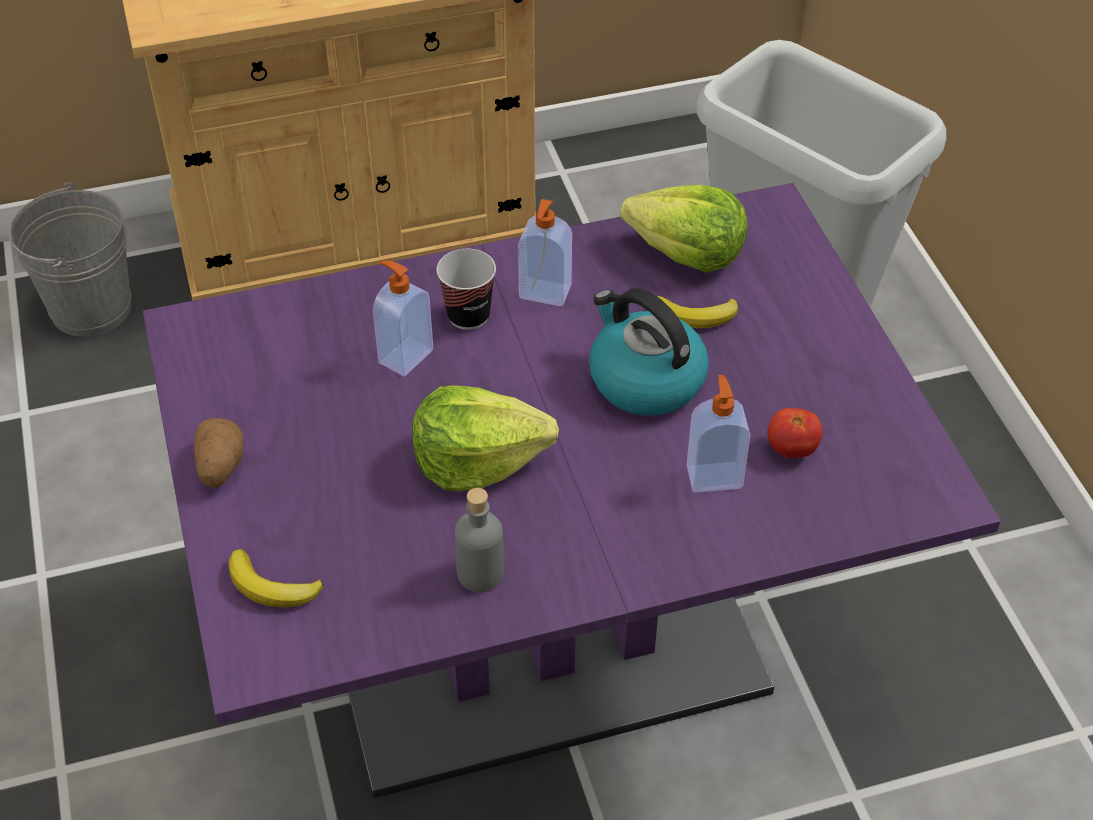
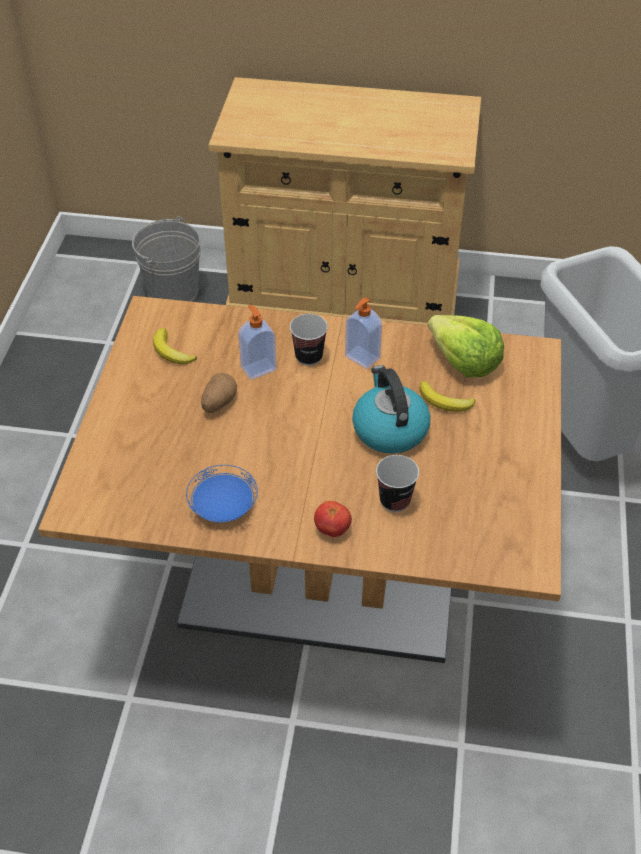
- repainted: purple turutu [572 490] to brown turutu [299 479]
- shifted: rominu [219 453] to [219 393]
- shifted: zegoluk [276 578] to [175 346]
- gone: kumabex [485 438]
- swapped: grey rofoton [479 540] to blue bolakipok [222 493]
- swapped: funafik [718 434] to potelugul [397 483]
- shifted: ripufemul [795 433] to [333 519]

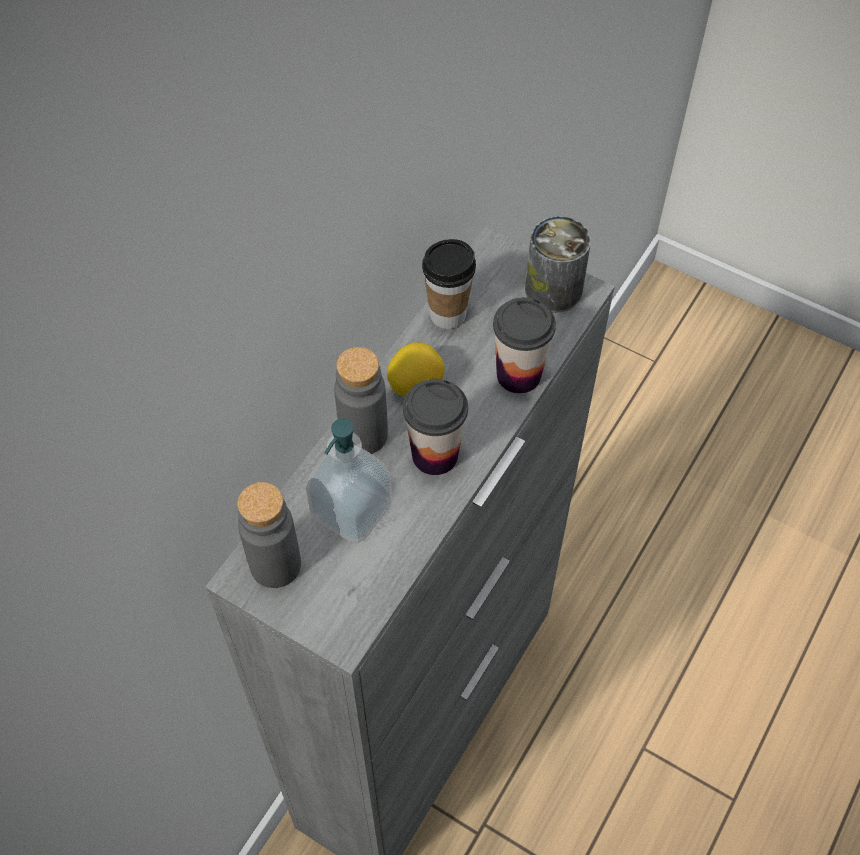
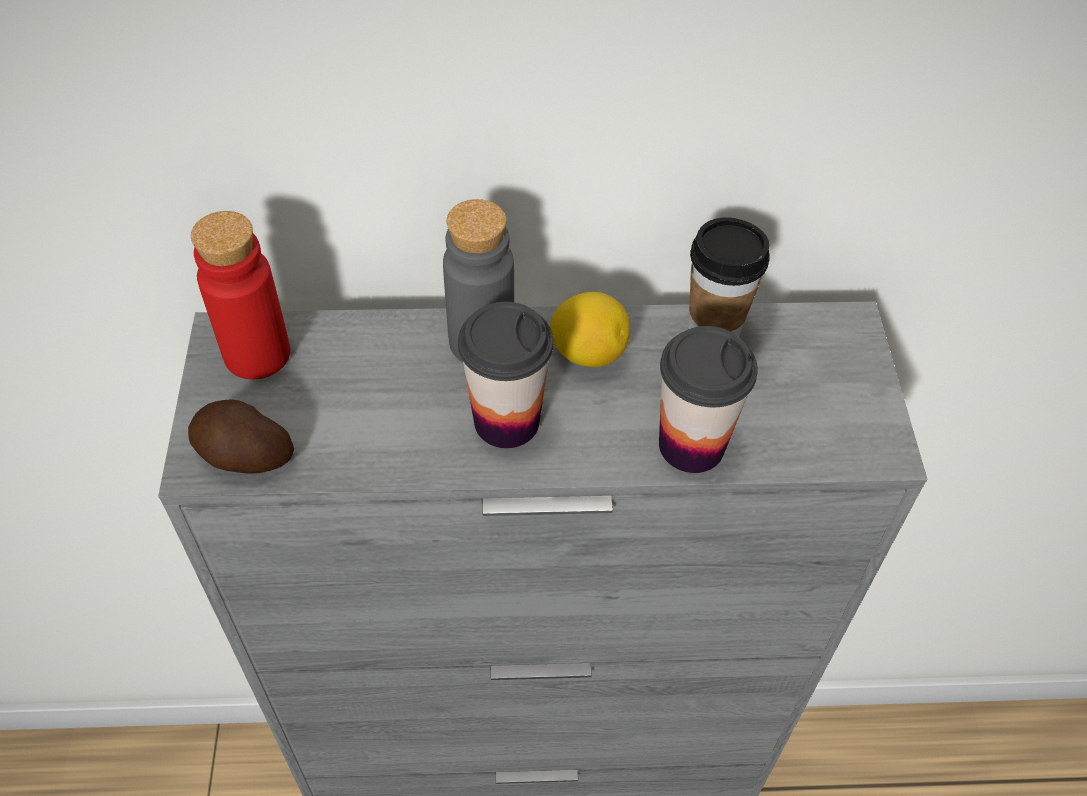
- repainted: grey rofoton [269 535] to red rofoton [240 295]
- gone: funafik [349 481]
- gone: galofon [558 264]
- new: rominu [241 436]

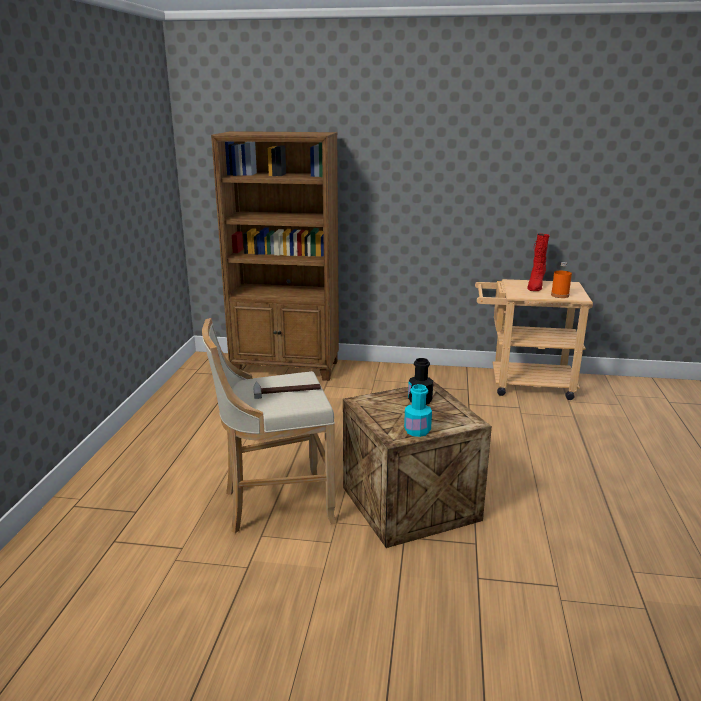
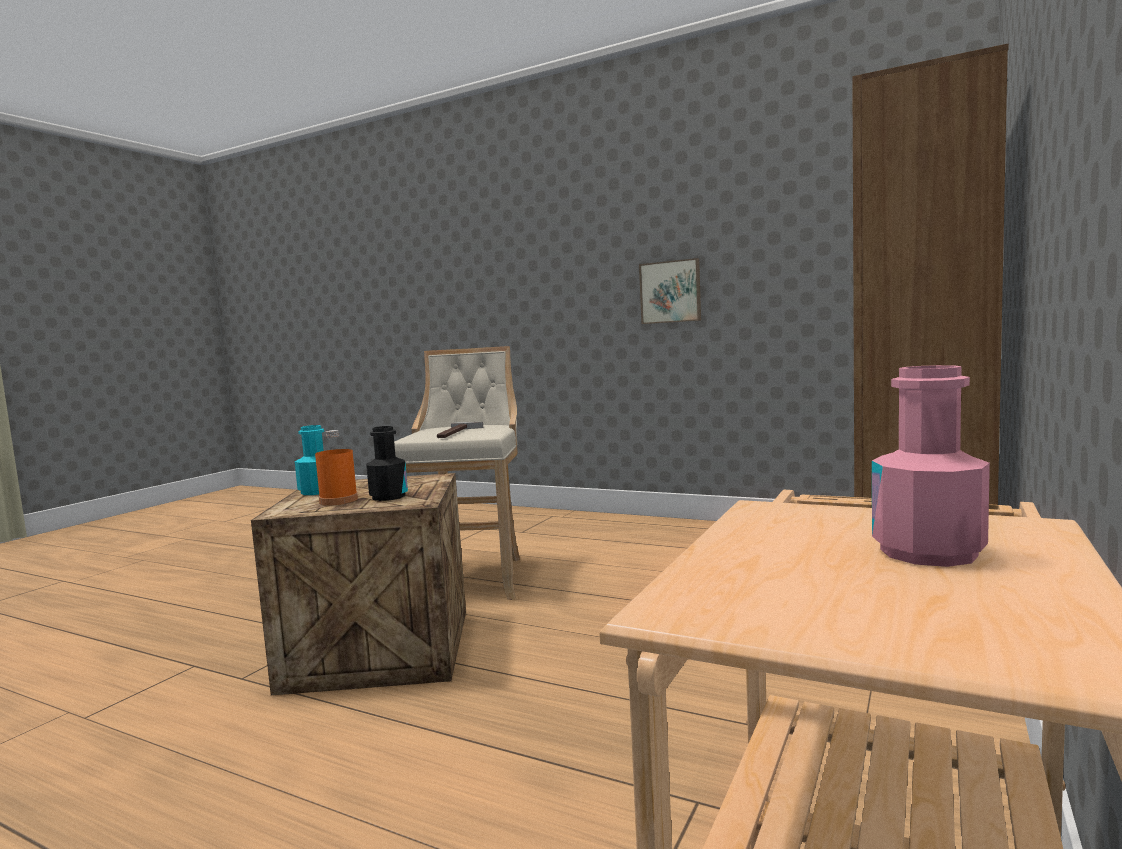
- swapped: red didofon [538 262] to pink rofoton [931 466]
- shifted: orange rofoton [561 280] to [336 468]
- new: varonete [670 291]

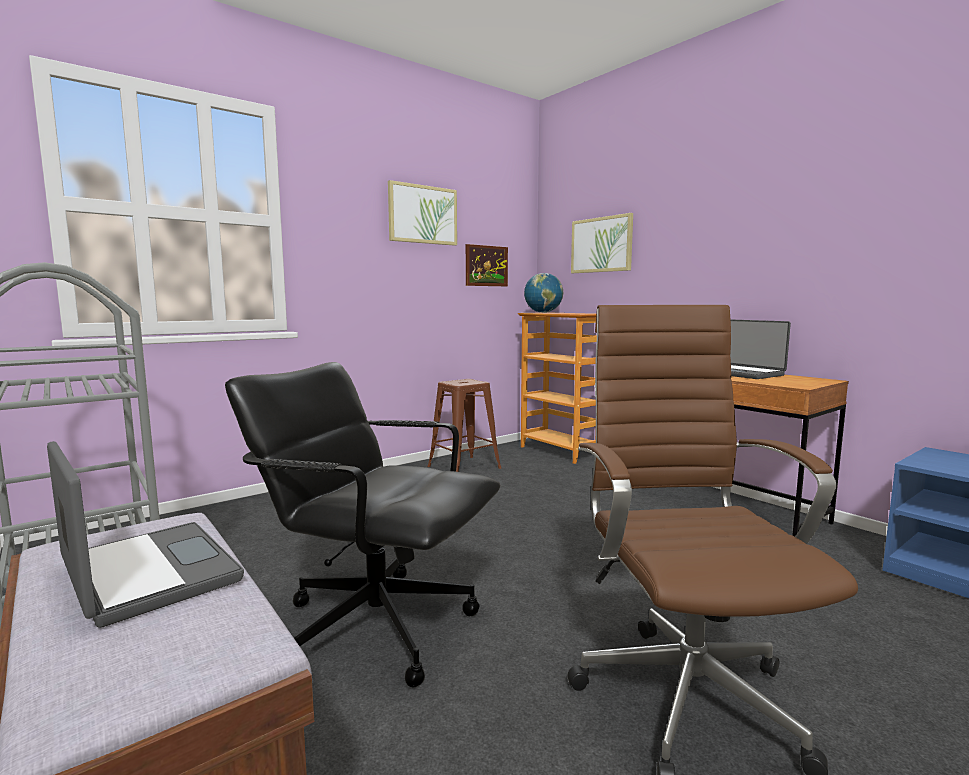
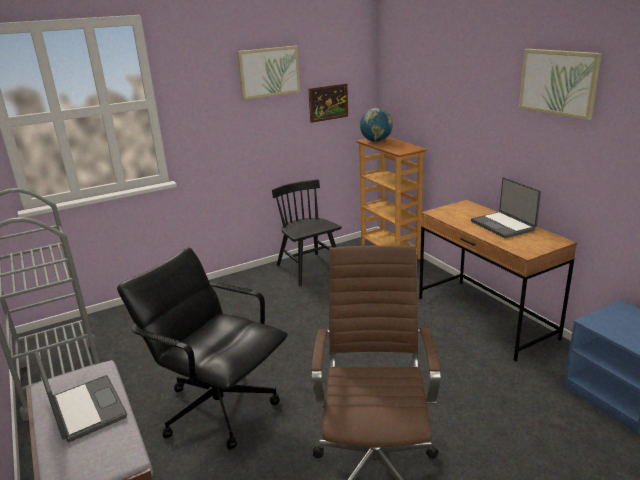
- swapped: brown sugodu [464 425] to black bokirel [307 232]
- shifted: varonete [602 243] to [560 84]

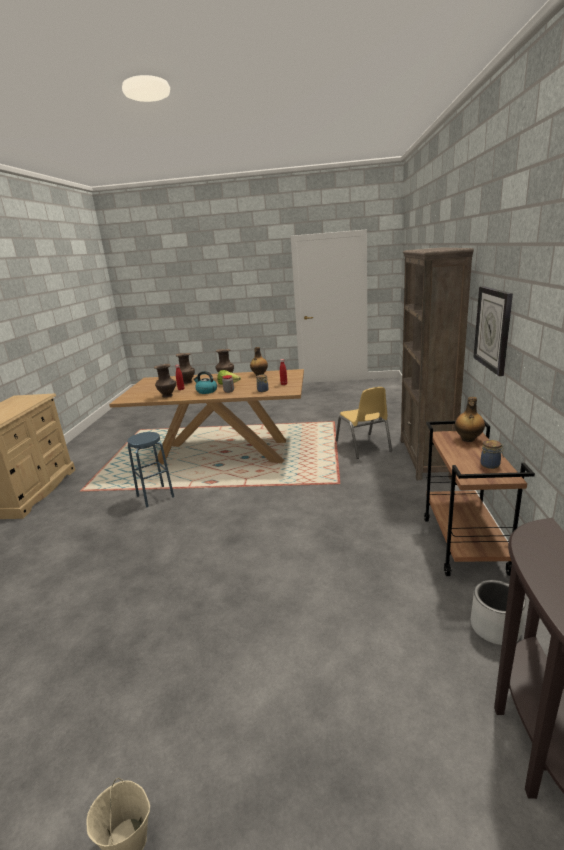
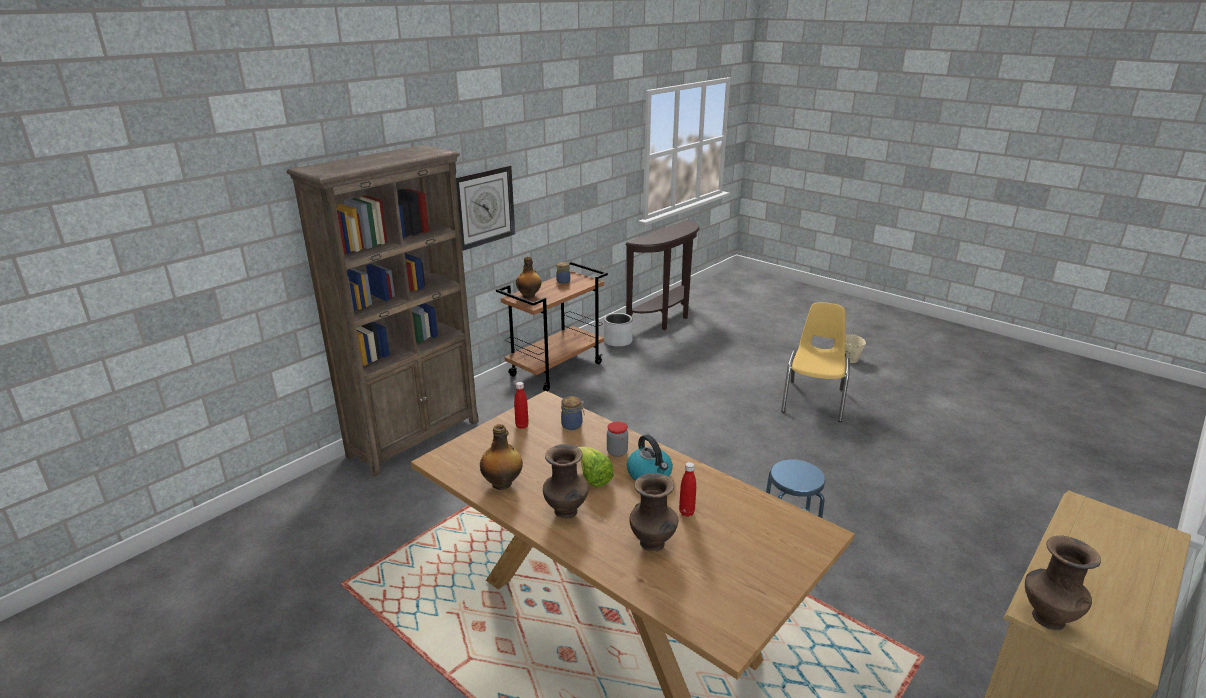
- shifted: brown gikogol [165 381] to [1063 583]
- shifted: yellow bokirel [363 423] to [815 362]

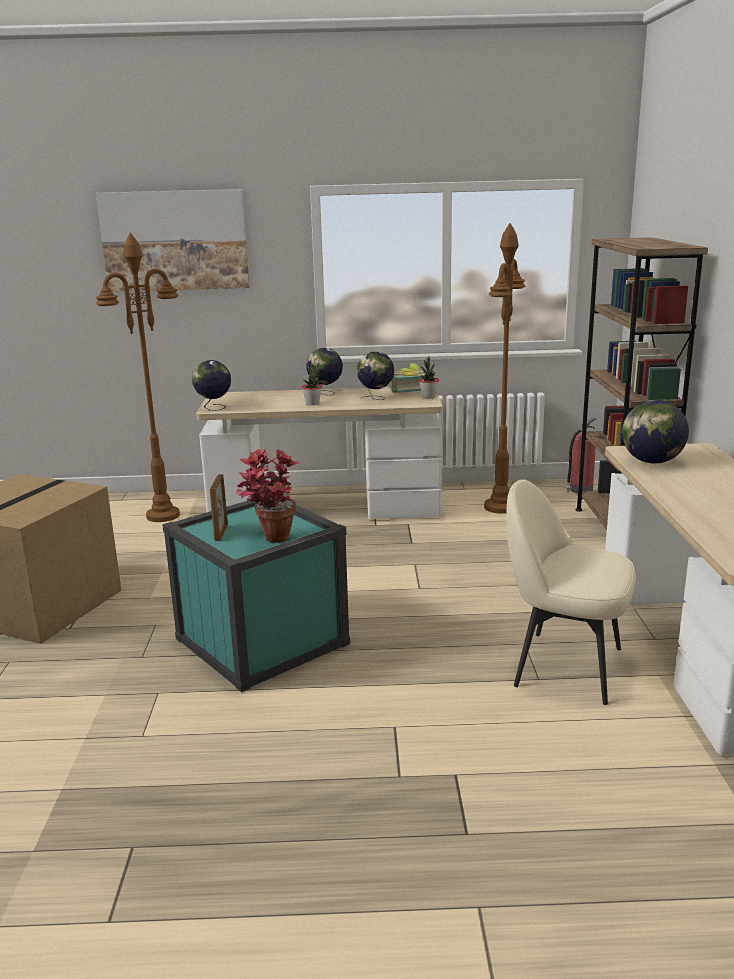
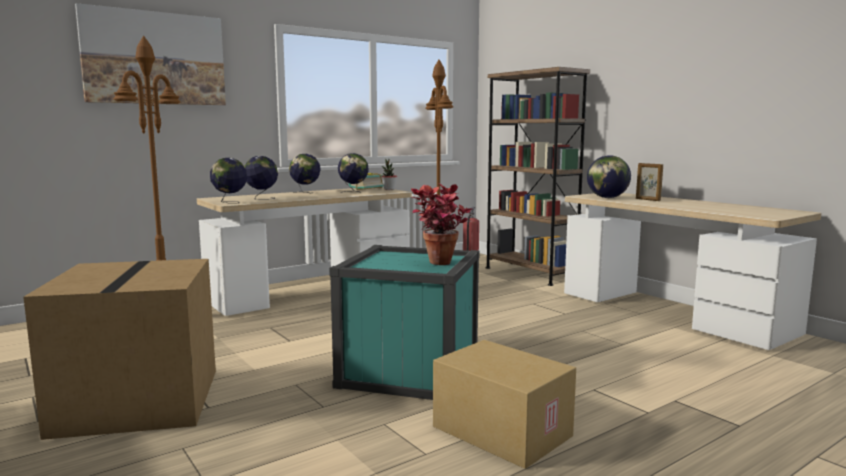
- shifted: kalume [219 507] to [649 182]
- gone: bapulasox [311 384]
- gone: beige bokirel [571 592]
- new: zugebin [261 178]
- new: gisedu [504 404]

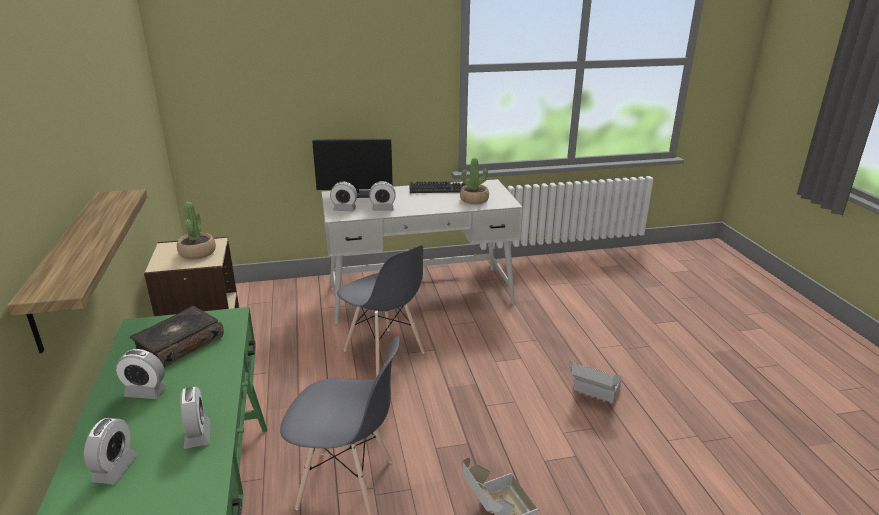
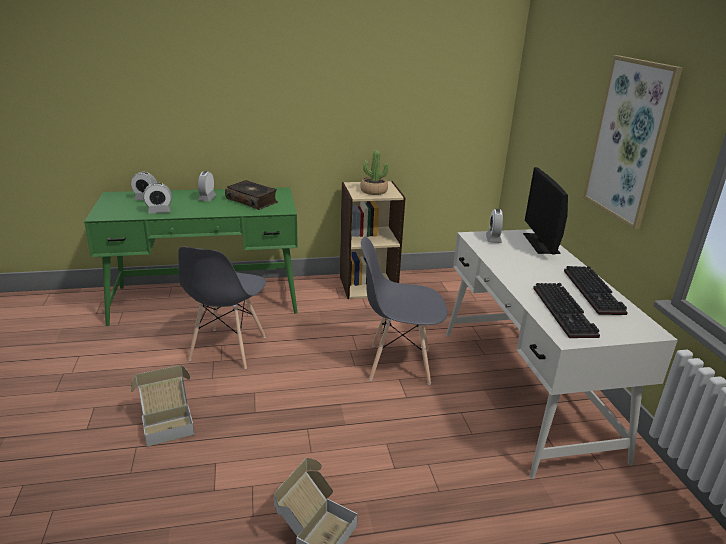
- gone: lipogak [77 271]
- rotated: grey bokirel [381 311] = [404 310] 45 degrees clockwise
- gone: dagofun [382 196]
- swapped: bapulasox [474 181] to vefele [566 310]
- new: varonete [633 142]

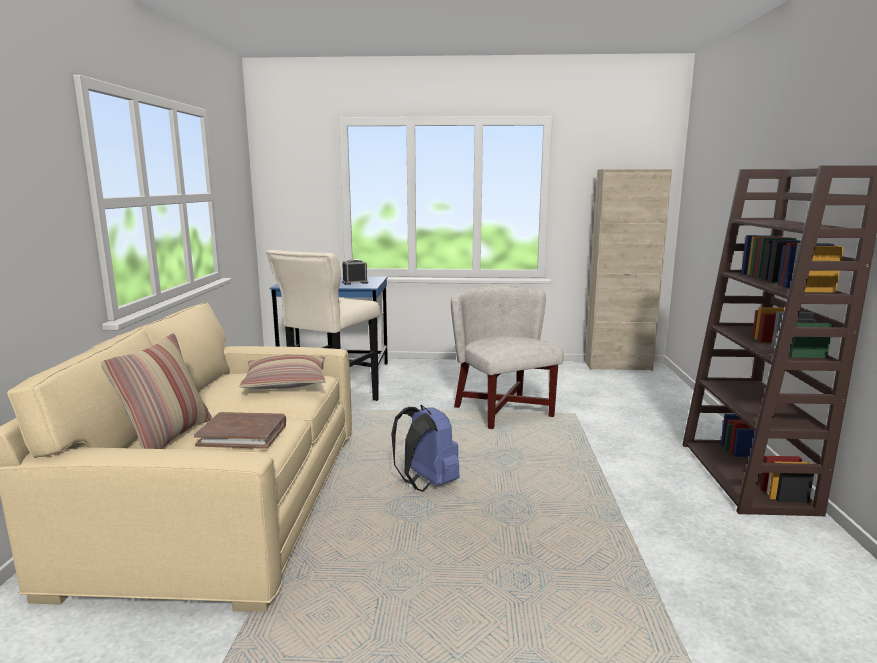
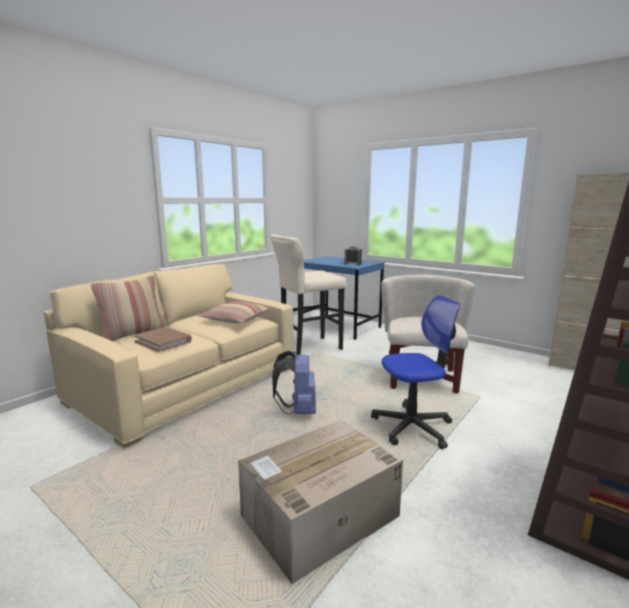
- new: gisedu [320 501]
- new: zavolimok [415 372]

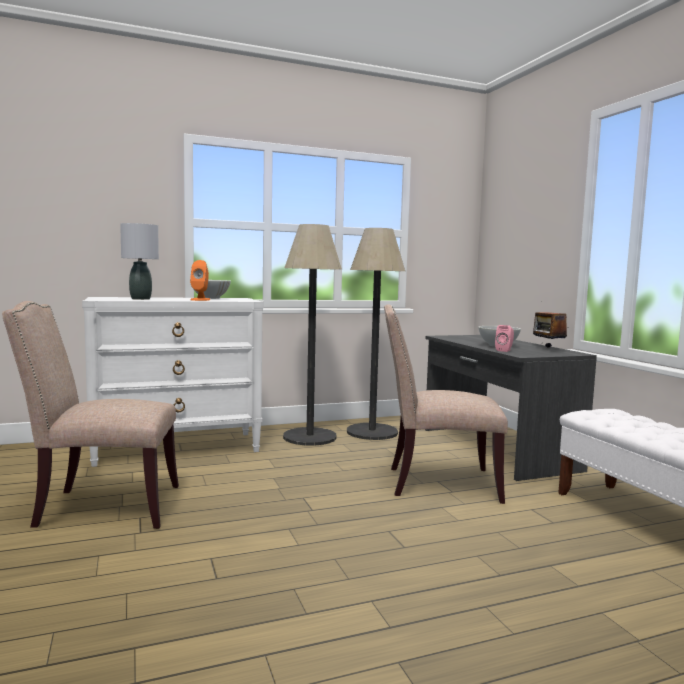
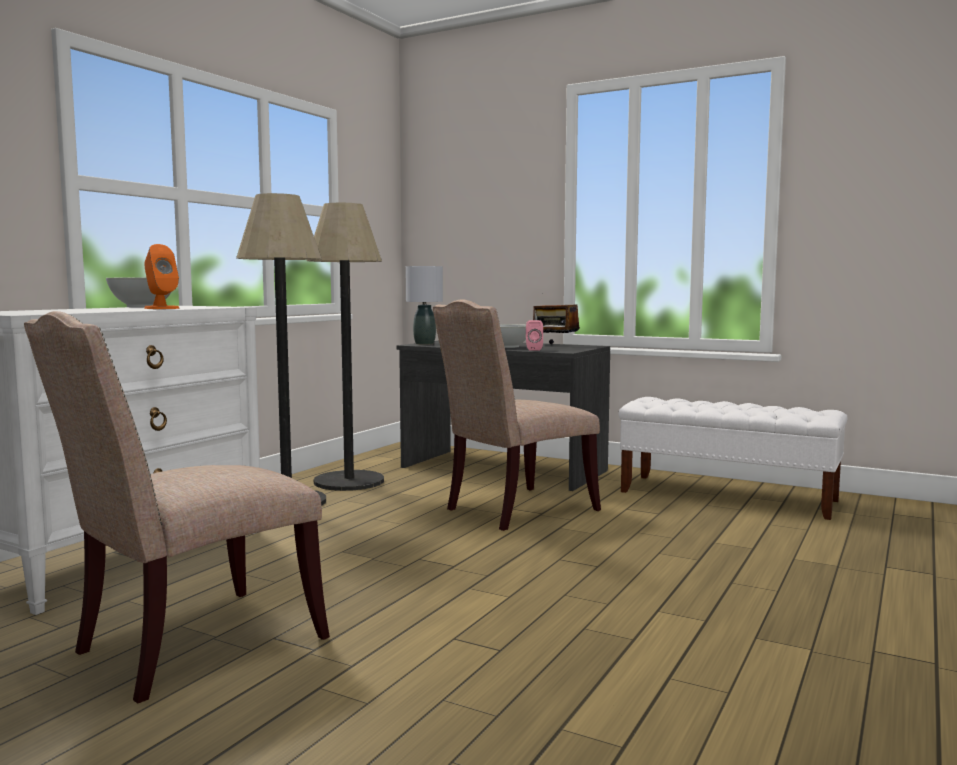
- shifted: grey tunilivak [139 261] to [424 305]

